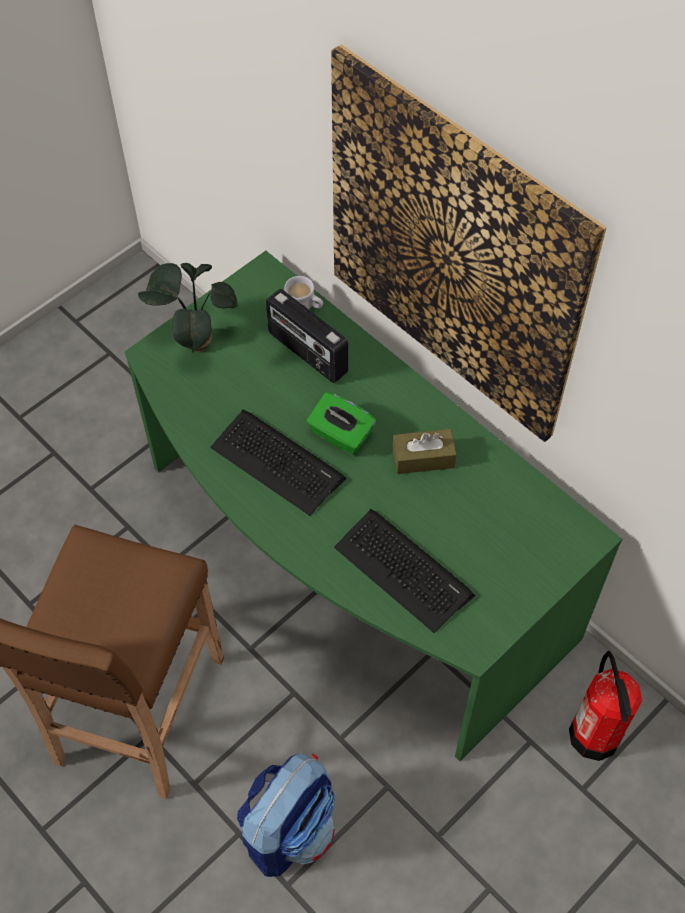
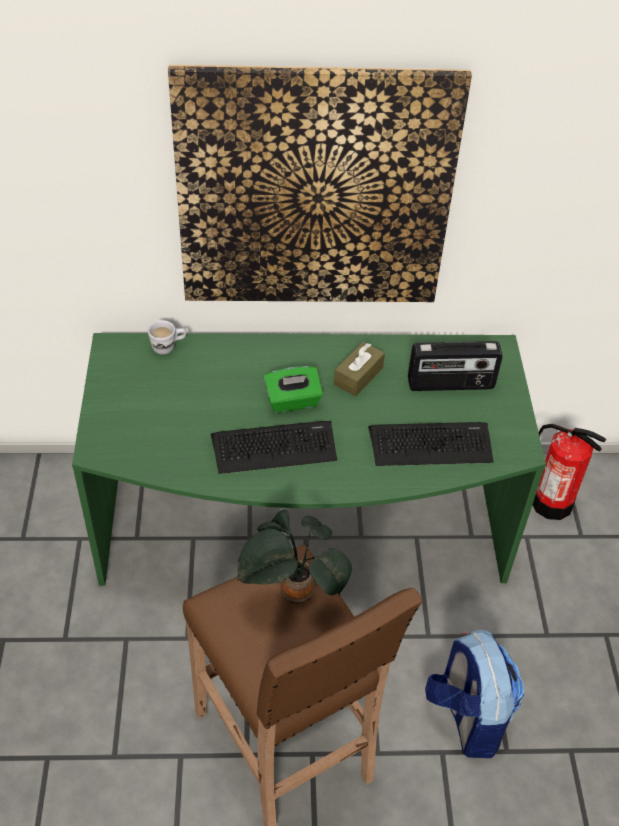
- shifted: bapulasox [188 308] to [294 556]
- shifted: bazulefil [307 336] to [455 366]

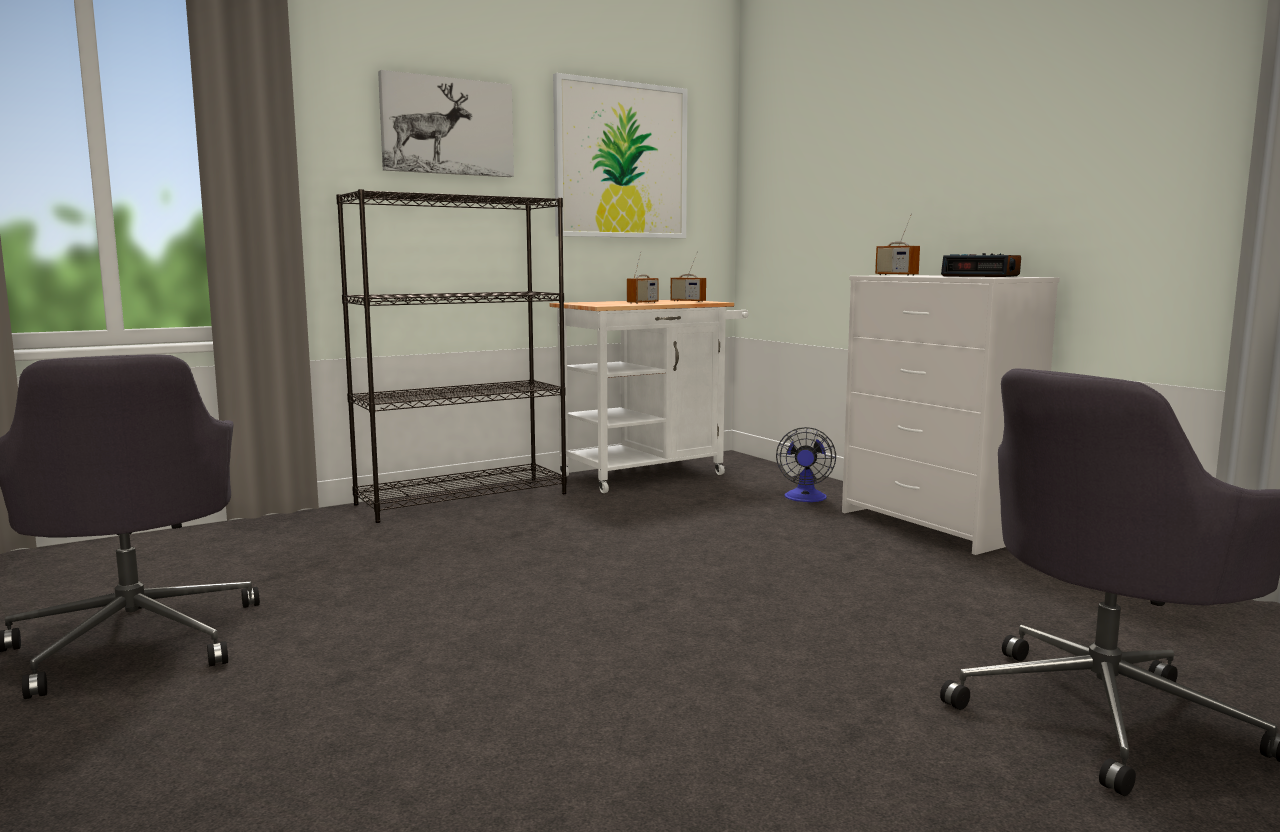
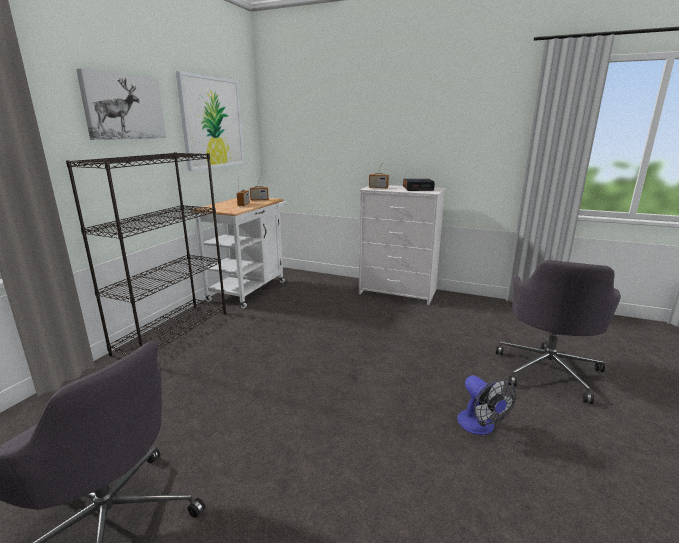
- shifted: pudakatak [806 464] to [486 405]

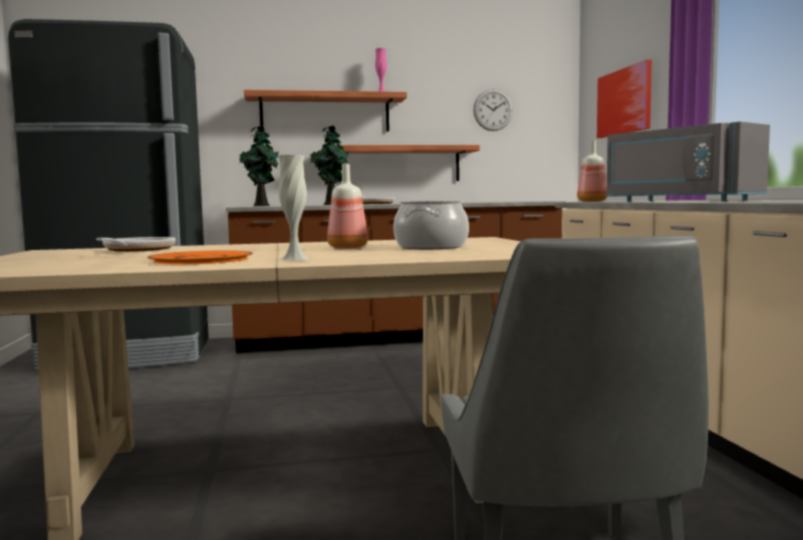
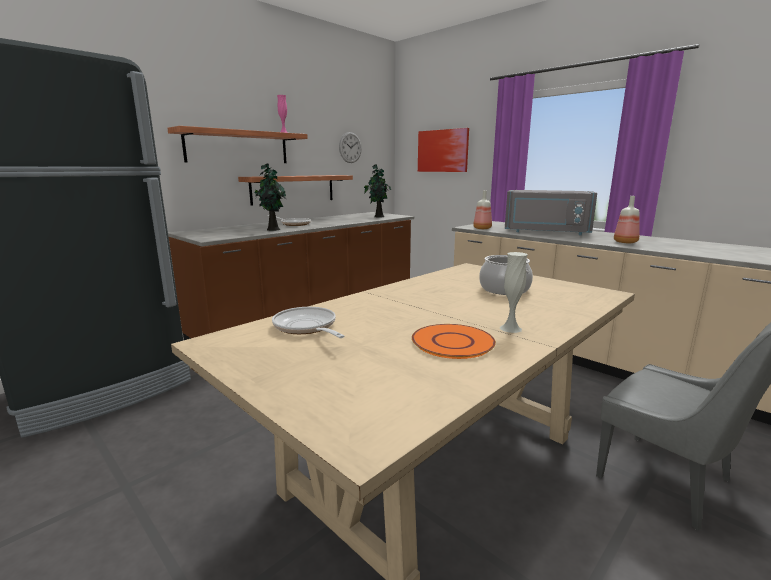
- shifted: bapulasox [259 165] to [377 191]
- shifted: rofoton [347 206] to [627 219]

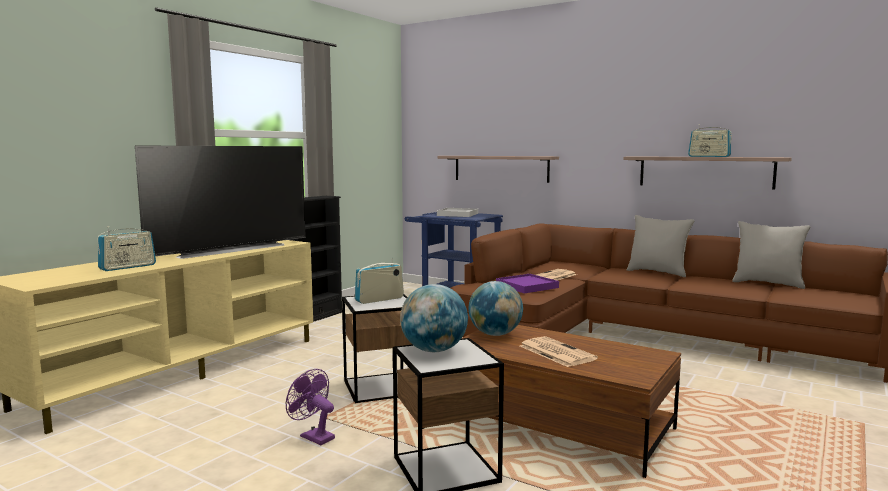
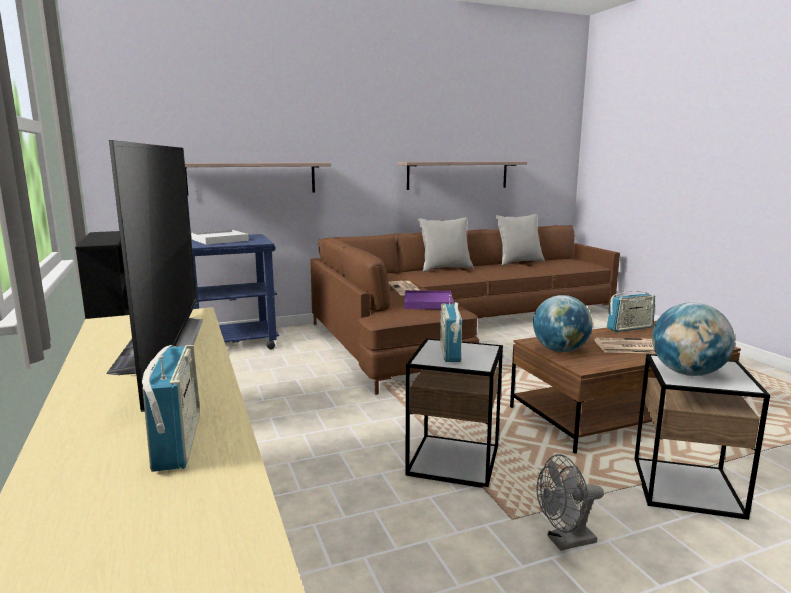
- repainted: purple pudakatak [310 407] to grey pudakatak [570 502]
- shifted: bazulefil [710 140] to [631 310]

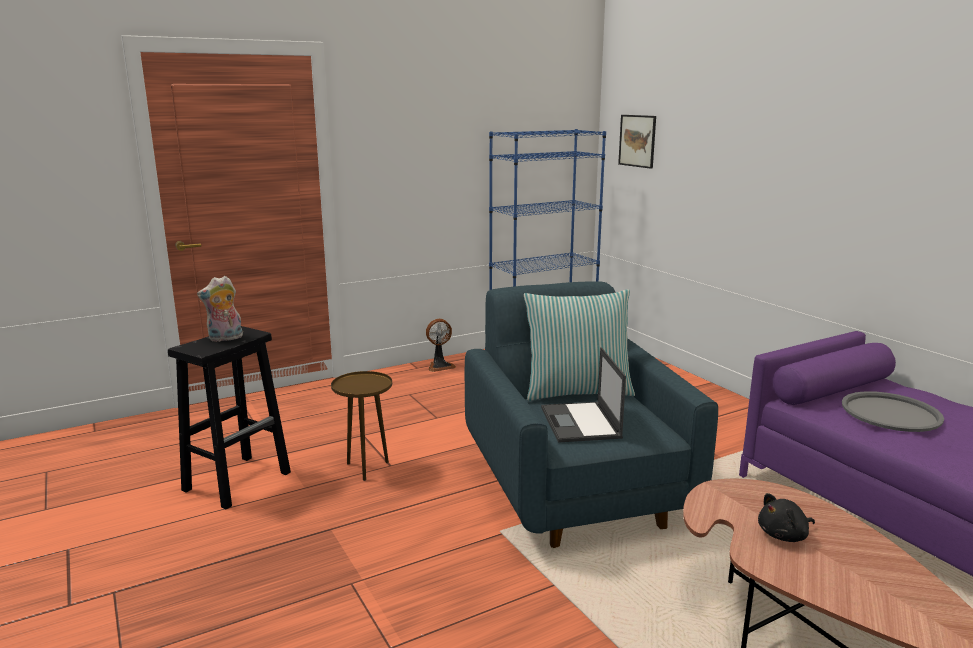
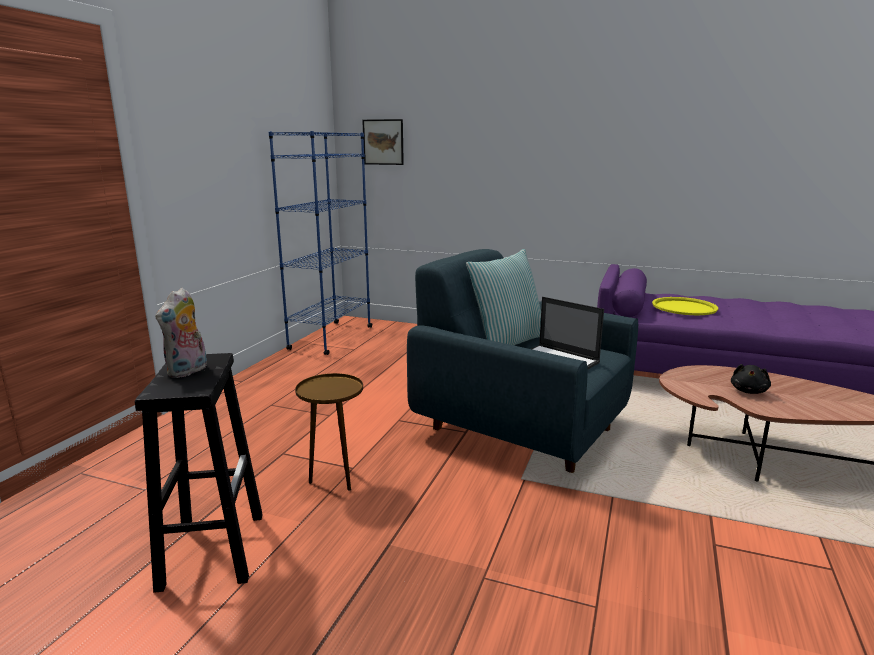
- gone: pudakatak [441 345]
- repainted: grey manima [893 411] to yellow manima [685 306]

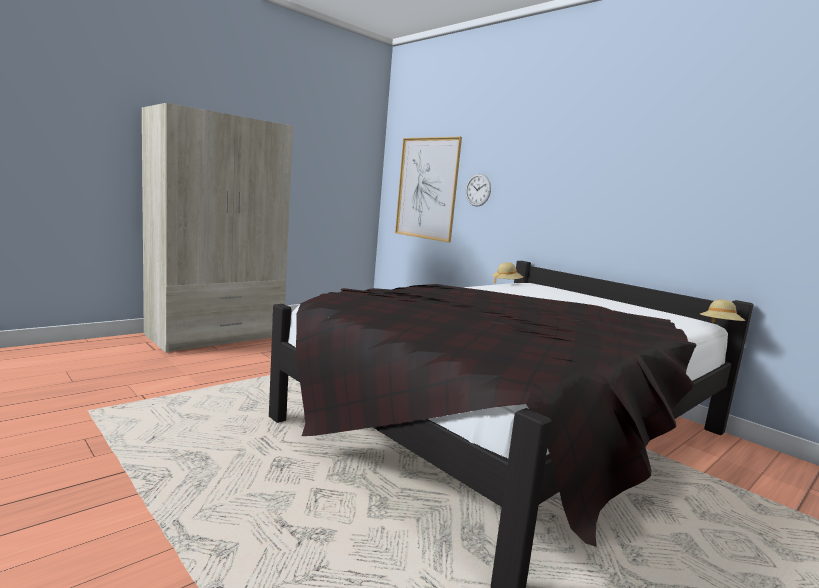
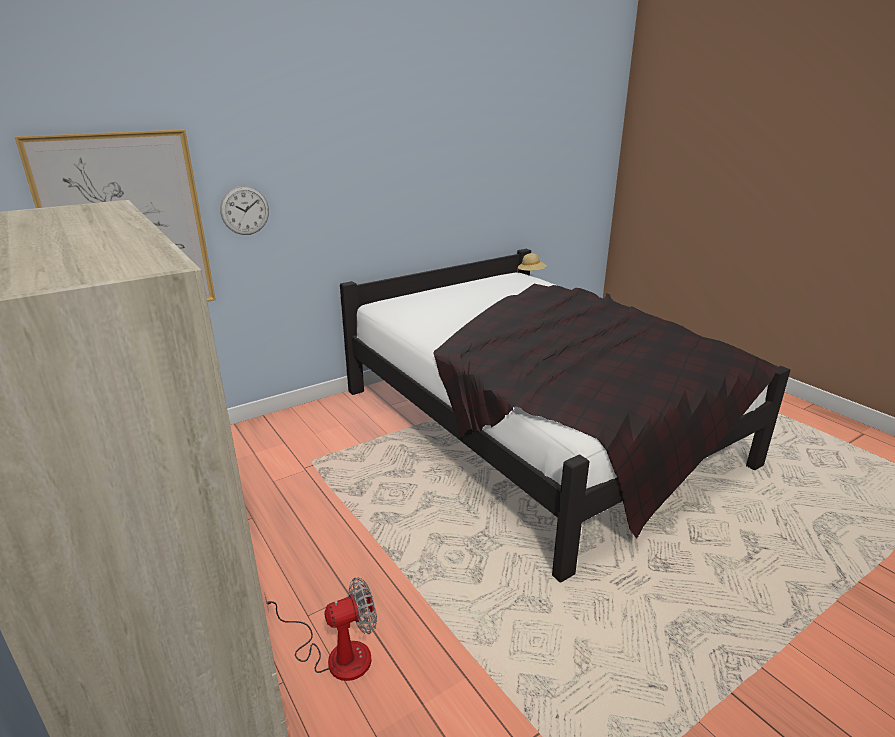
- gone: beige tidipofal [507 272]
- new: pudakatak [321 629]

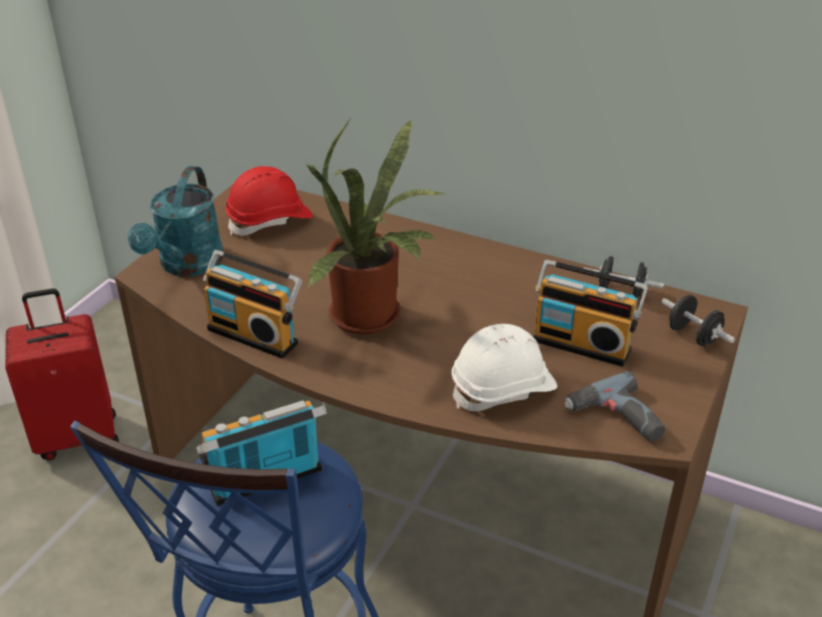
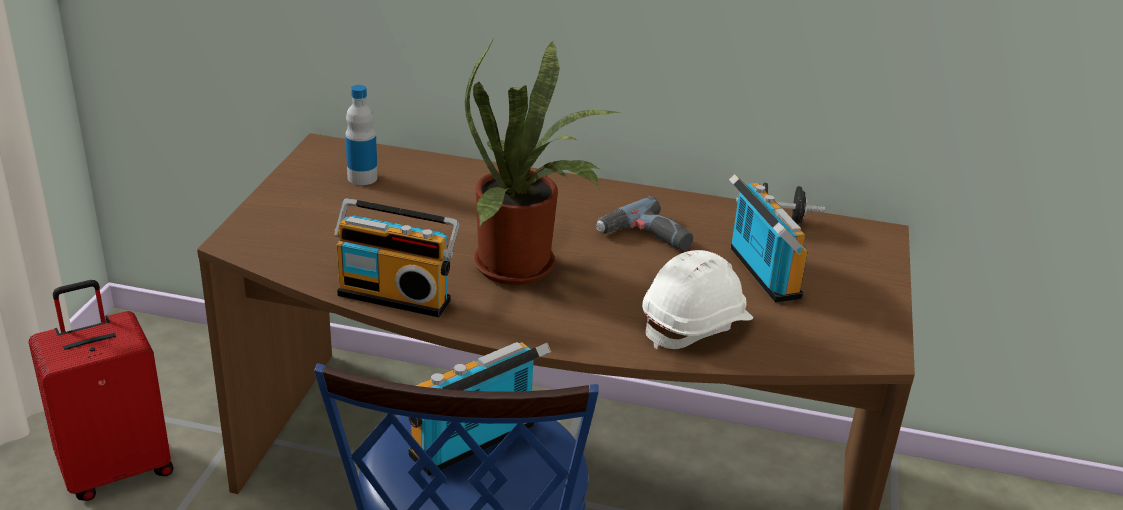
- gone: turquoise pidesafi [175 221]
- swapped: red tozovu [269 201] to rofoton [361 135]
- rotated: bazulefil [590 313] = [768 238] 120 degrees counterclockwise
- shifted: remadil [614 406] to [644 223]
- gone: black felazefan [698 320]

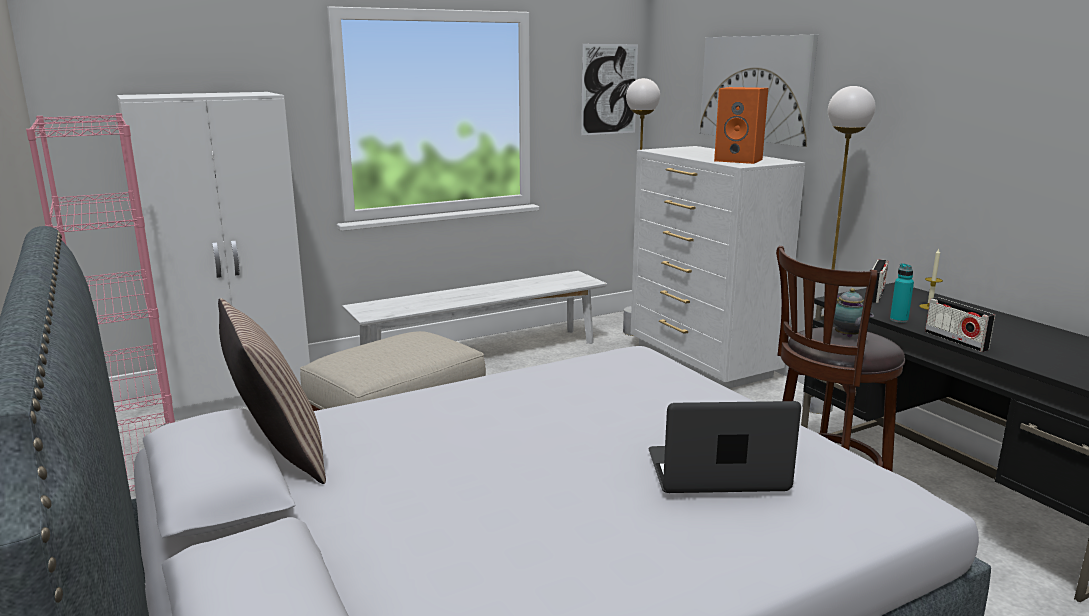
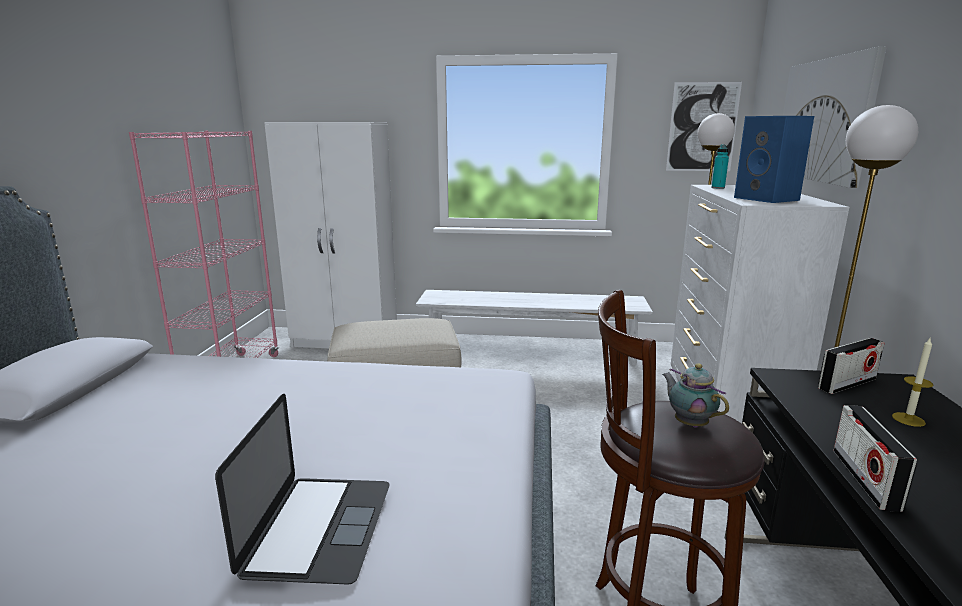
- gone: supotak [272 391]
- rotated: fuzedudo [725 447] = [302 489] 60 degrees clockwise
- repainted: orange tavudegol [741 125] to blue tavudegol [774 159]
- rotated: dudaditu [854 312] = [695 395] 135 degrees clockwise
- shifted: turquoise rofoton [902 293] to [720 166]

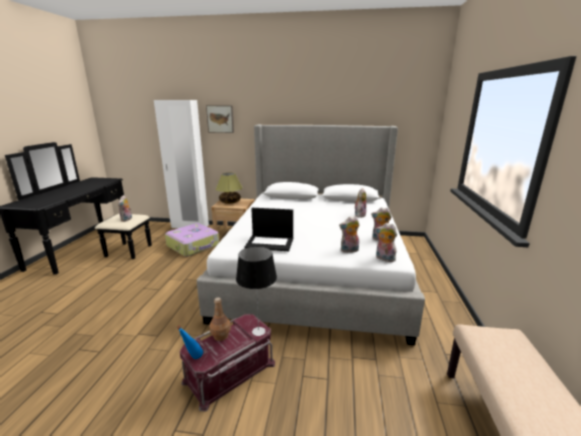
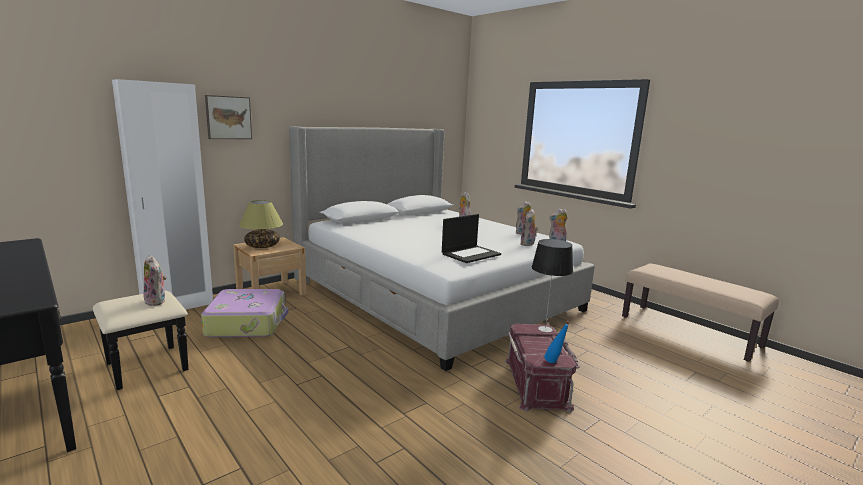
- gone: brown rofoton [220 319]

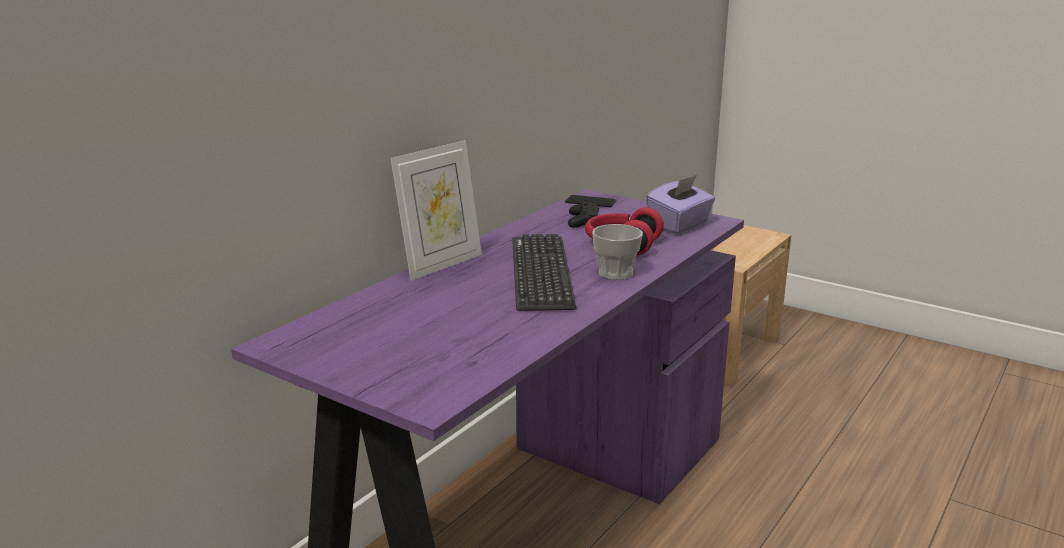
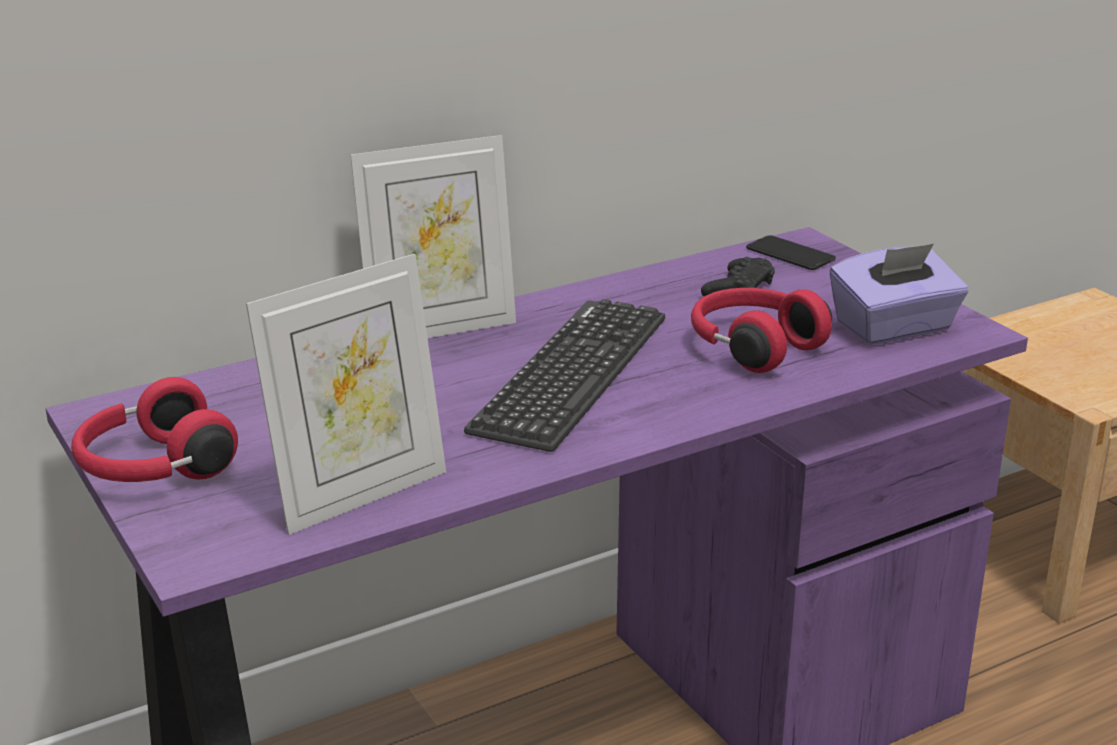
- gone: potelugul [617 252]
- new: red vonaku [154 429]
- new: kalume [346 394]

